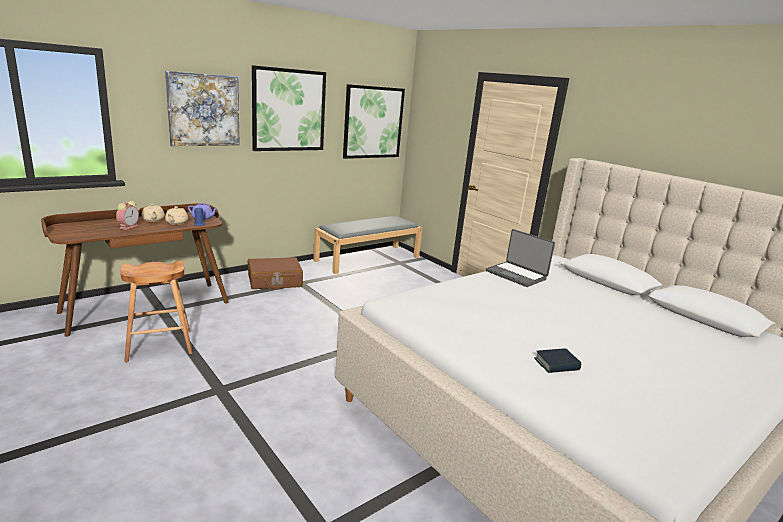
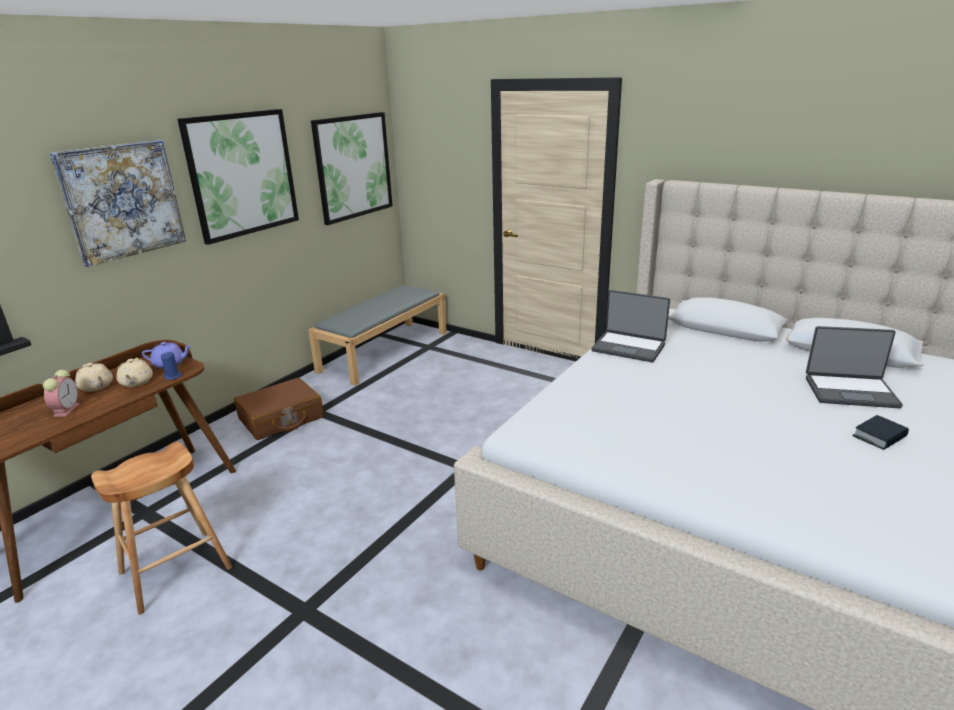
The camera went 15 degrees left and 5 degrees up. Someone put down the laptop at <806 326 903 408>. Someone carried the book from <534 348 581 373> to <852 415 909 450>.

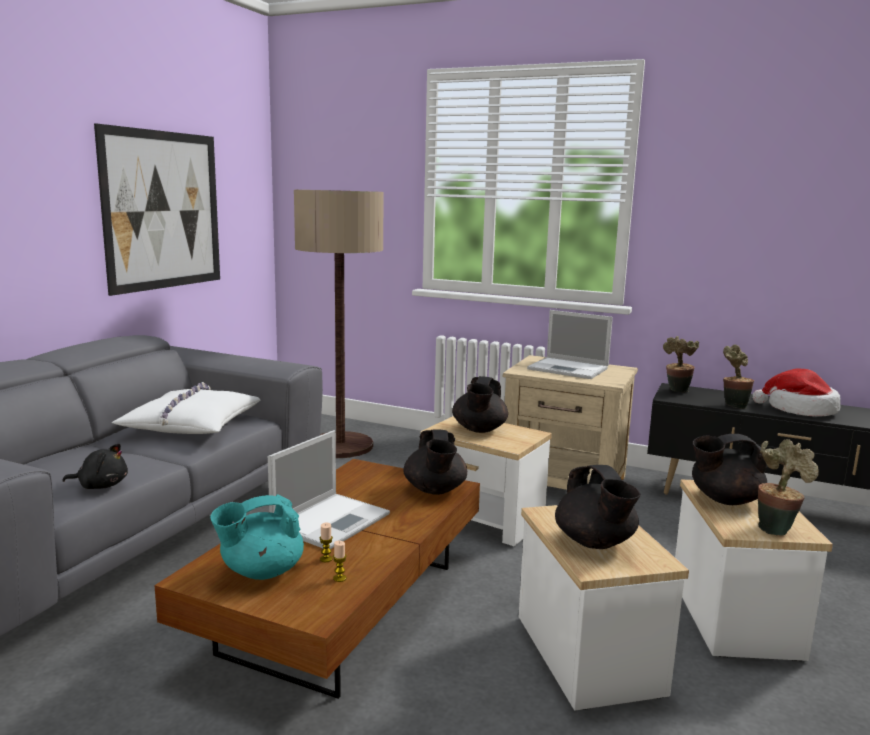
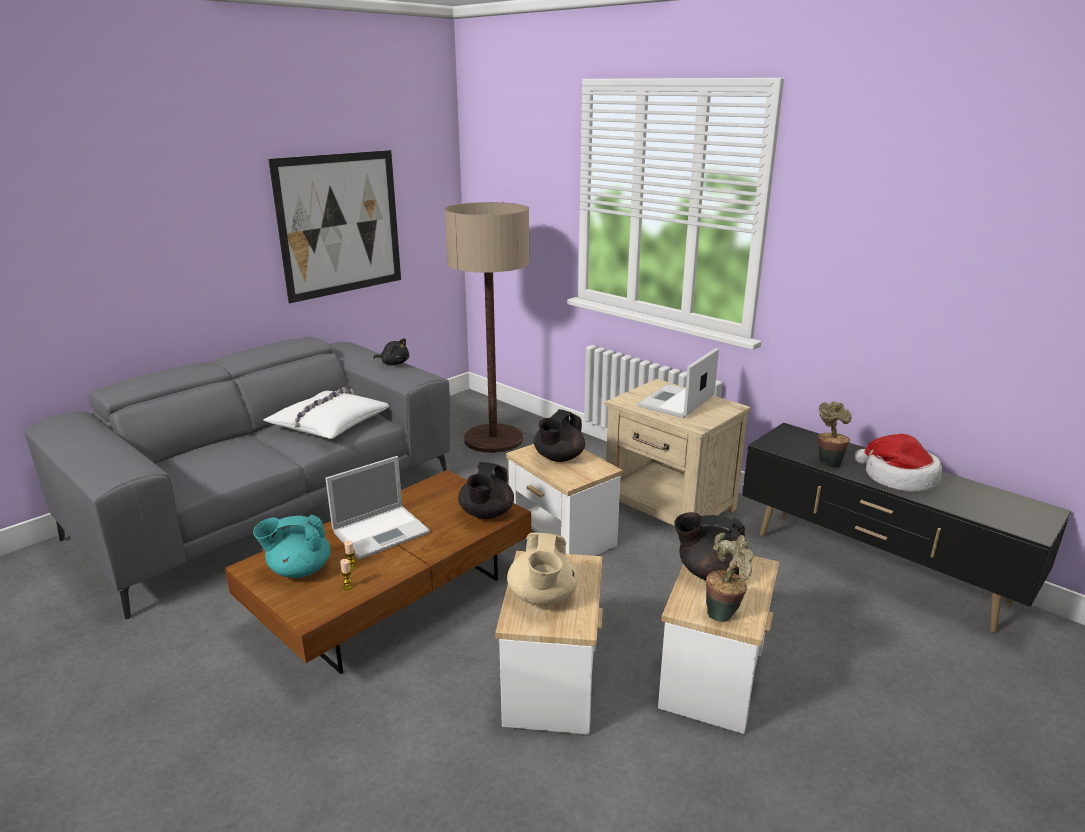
The camera went 20 degrees right and 10 degrees up. Someone carried the black plush toy from <62 444 128 489> to <373 338 409 365>. Someone repainted the black teapot at <555 465 640 549>, which became the beige teapot at <507 532 578 606>. Someone rotated the laptop at <527 310 613 379> by 75 degrees clockwise. Someone took away the potted plant at <663 336 699 392>.

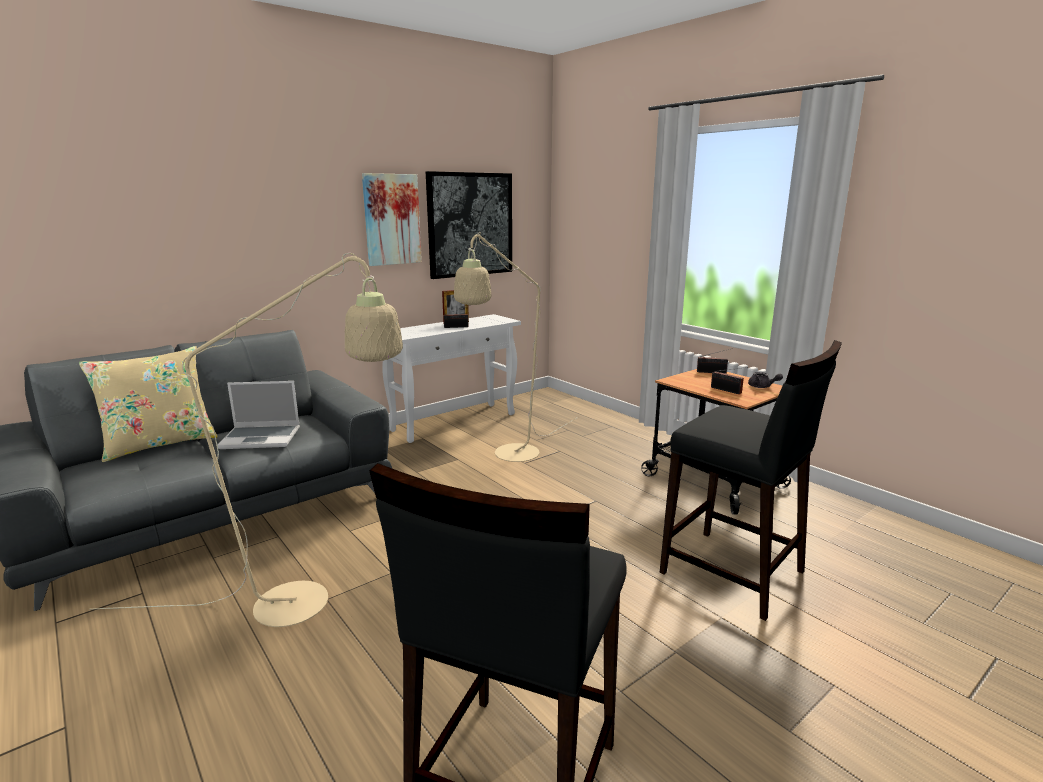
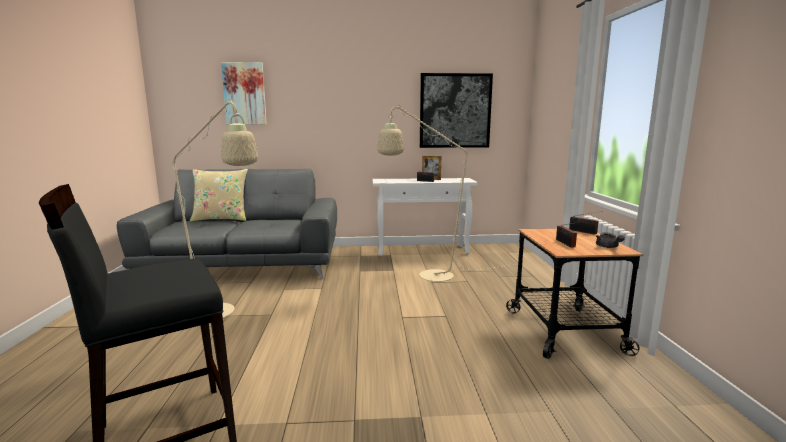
The camera went 35 degrees right and 5 degrees down. Someone carried the picture from <362 173 422 266> to <221 62 267 124>. Someone took away the laptop at <218 381 300 449>. Someone took away the black stool at <660 340 842 621>.

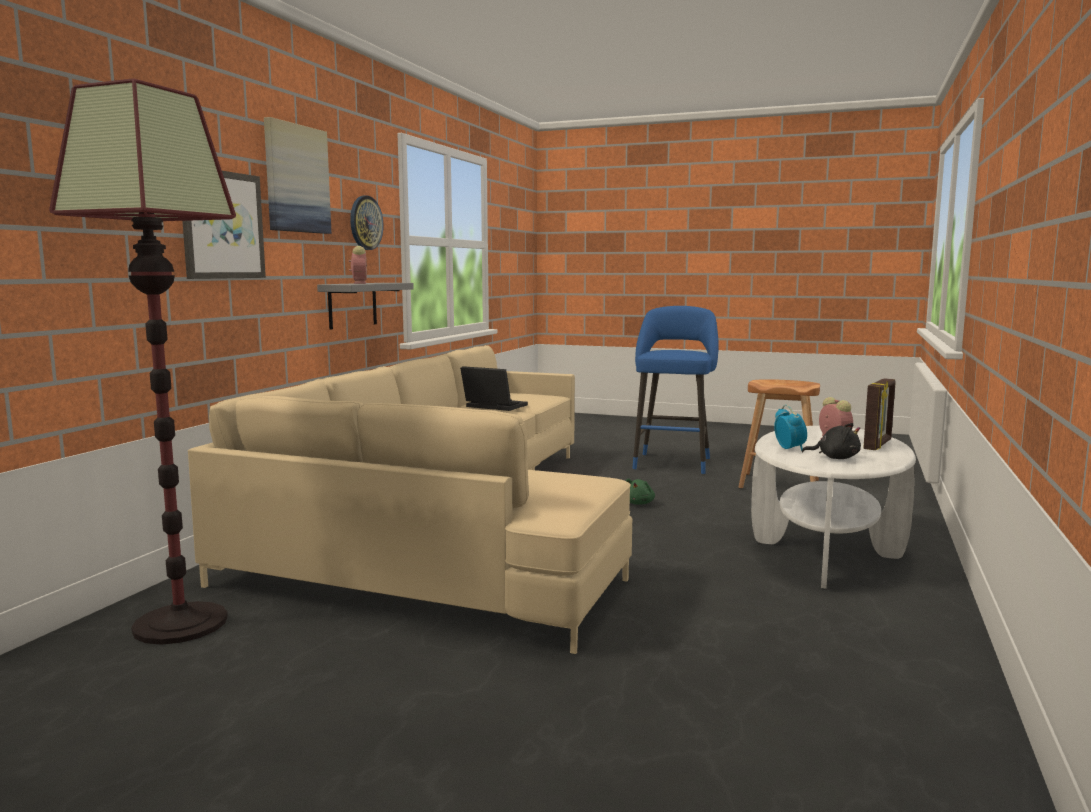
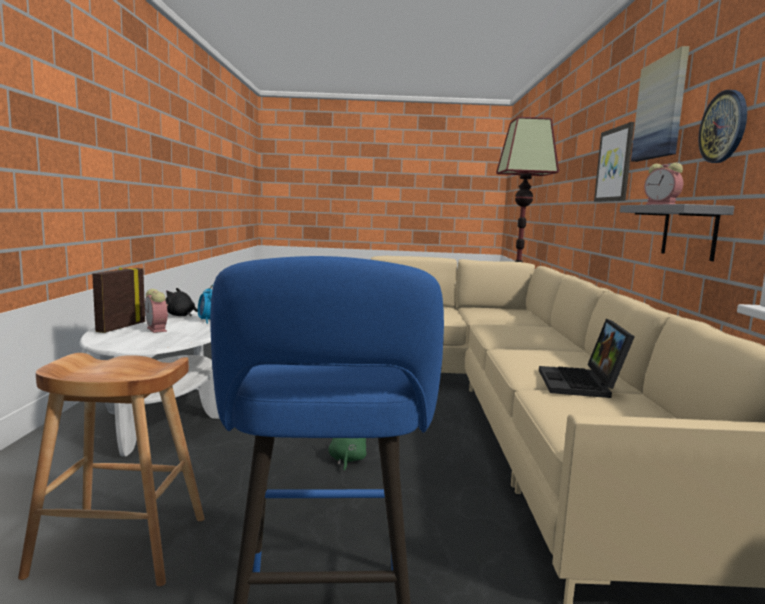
The camera went 160 degrees right and 0 degrees up. Someone rotated the laptop at <460 366 528 411> by 90 degrees clockwise.

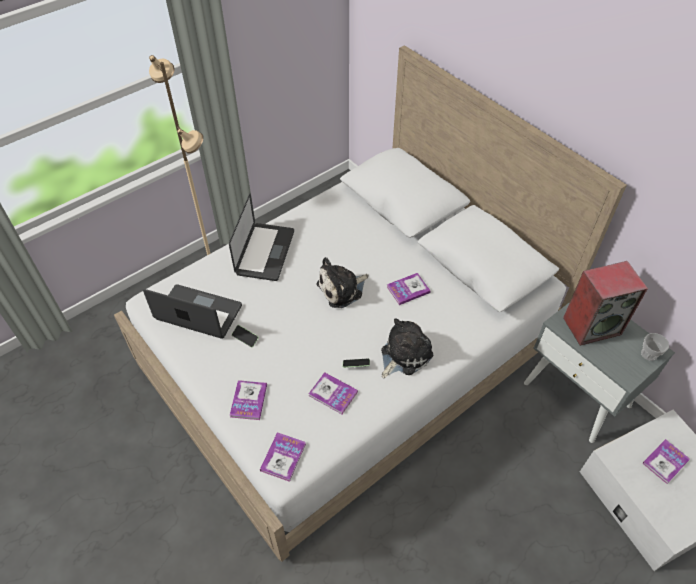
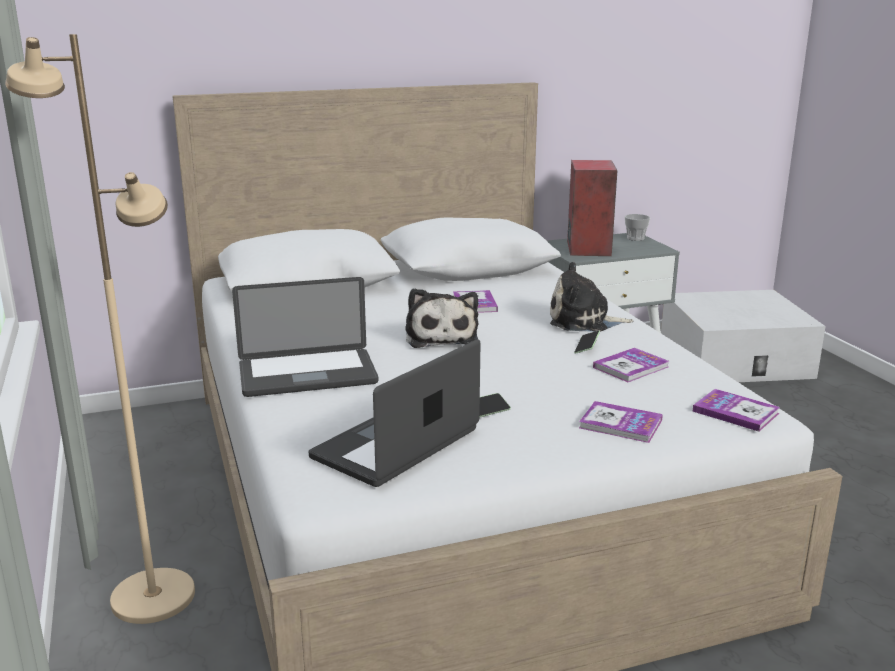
The camera went 70 degrees left and 30 degrees down. Someone rotated the laptop at <229 193 294 281> by 135 degrees clockwise. Someone rotated the plush toy at <381 318 433 378> by 60 degrees counterclockwise. Someone took away the book at <642 439 690 484>.

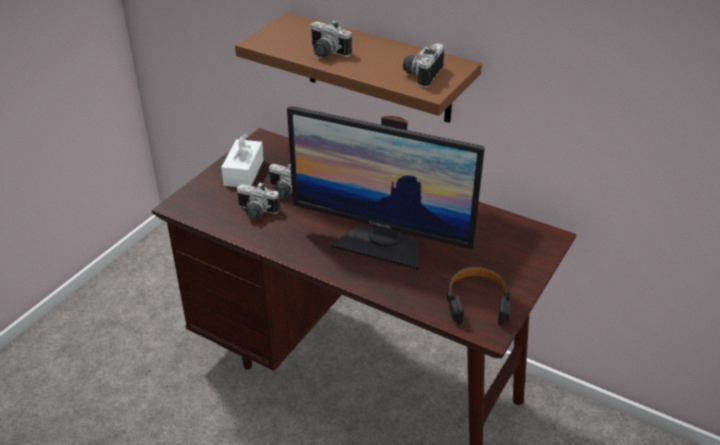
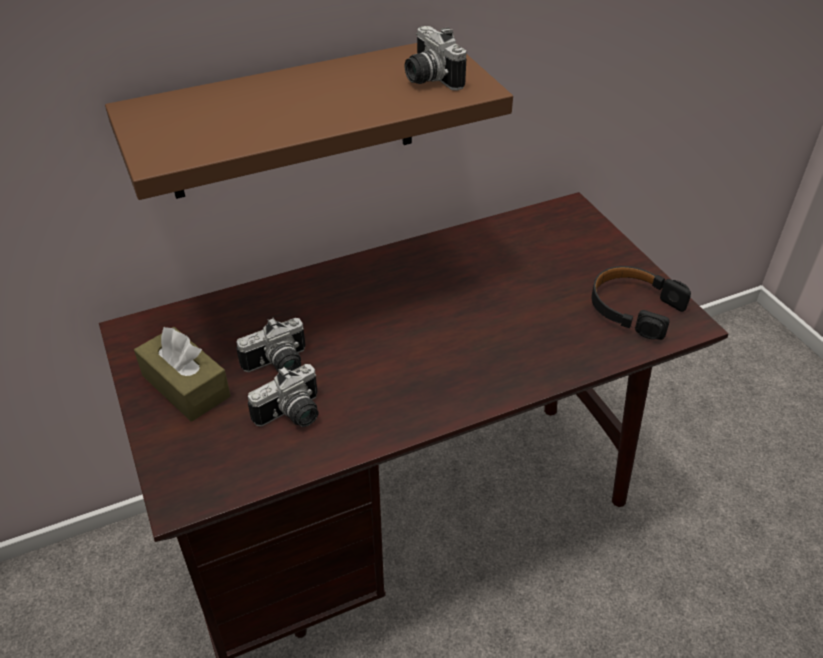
The camera went 55 degrees left and 5 degrees up. Someone repainted the white tissue box at <221 134 264 187>, which became the brown tissue box at <134 327 231 422>. Someone took away the monitor at <287 107 485 270>. Someone took away the photo camera at <310 20 352 57>.

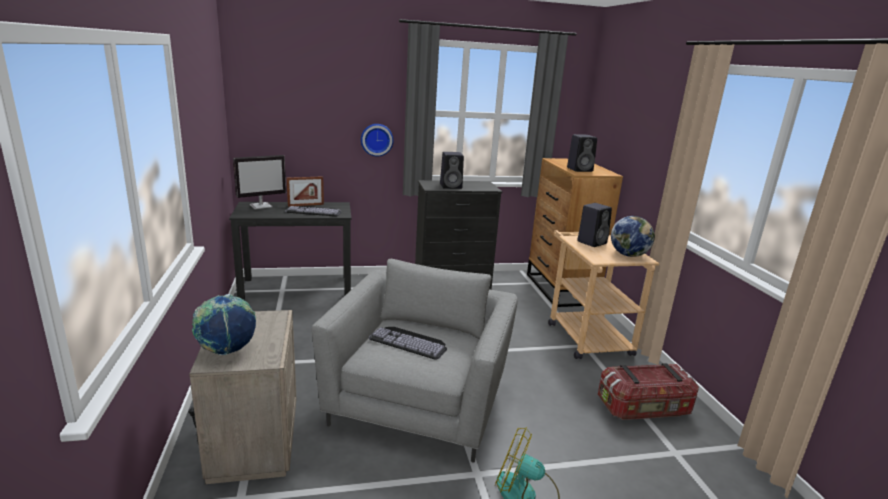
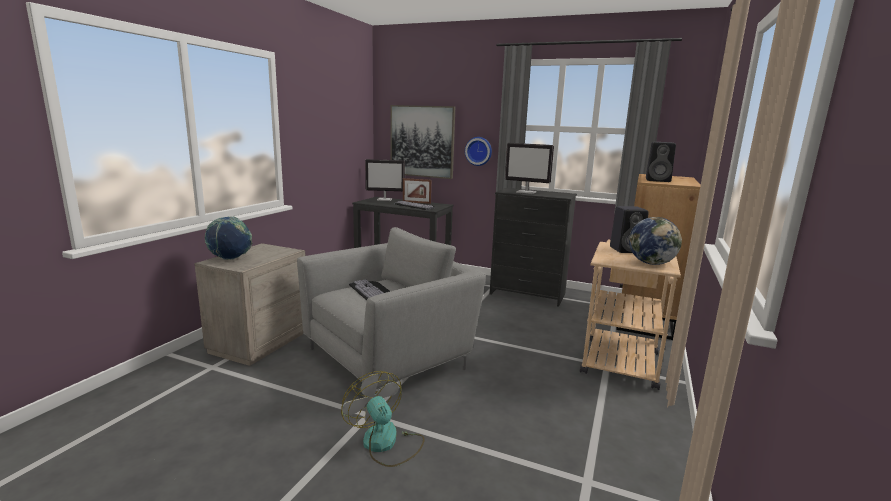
The camera went 35 degrees right and 5 degrees down. Someone put up the picture at <390 105 455 179>. Someone swapped the black speaker at <440 152 464 189> for the monitor at <505 143 554 194>. Someone took away the storage box at <598 363 699 420>.

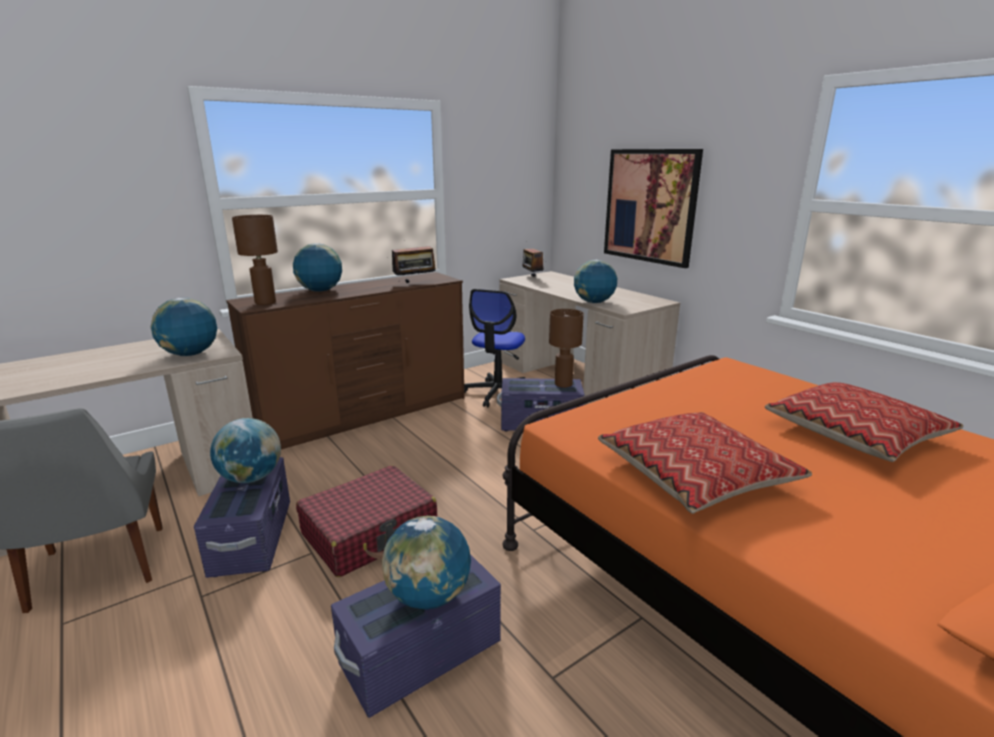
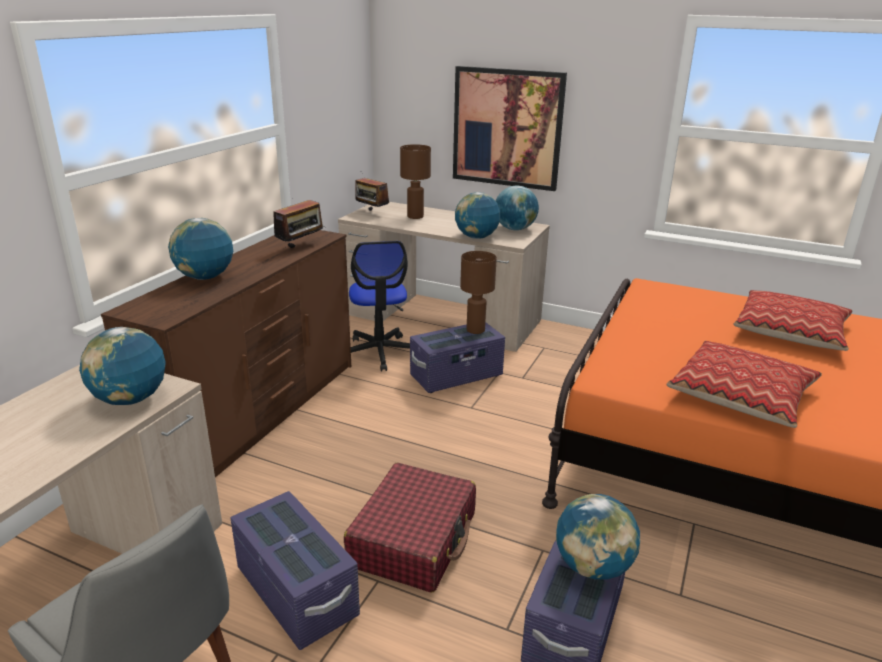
The camera went 30 degrees left and 5 degrees up. Someone carried the brown table lamp from <232 215 278 305> to <400 144 431 219>. Someone carried the globe from <210 418 281 483> to <496 186 539 230>.

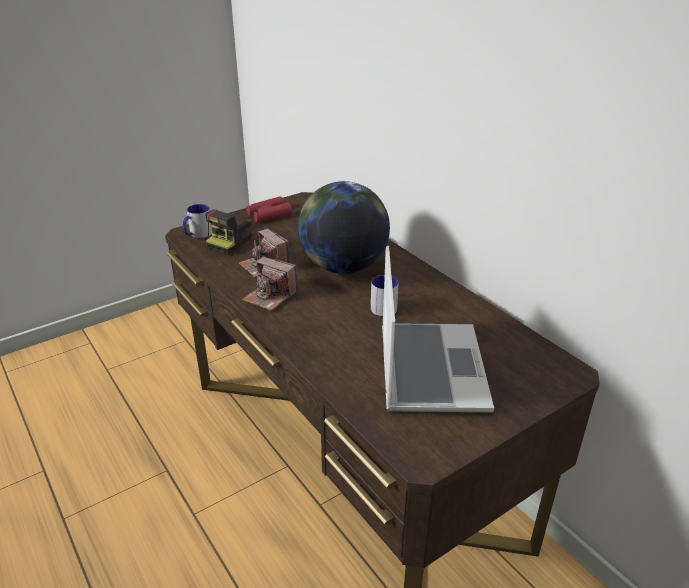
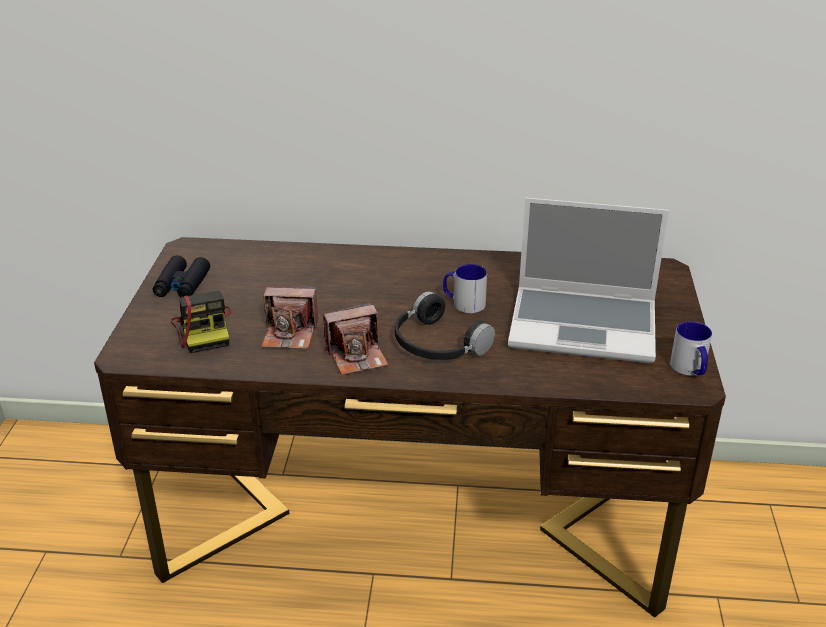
The camera went 50 degrees left and 0 degrees up. Someone repainted the red binoculars at <246 196 292 222>, which became the black binoculars at <153 255 210 297>. Someone put down the black headphones at <394 291 495 360>. Someone rotated the laptop at <382 246 494 413> by 150 degrees clockwise. Someone carried the mug from <183 204 212 238> to <670 321 712 376>. Someone took away the globe at <298 181 390 274>.

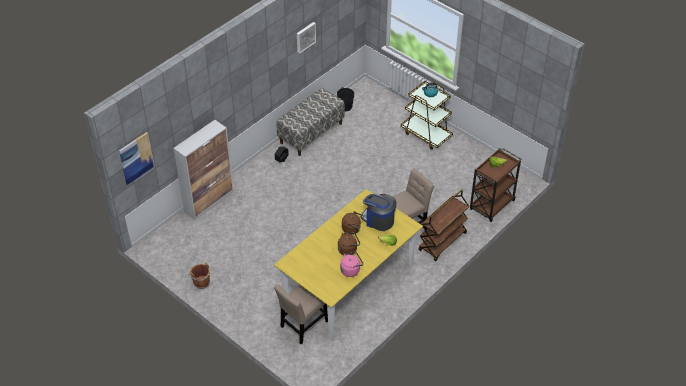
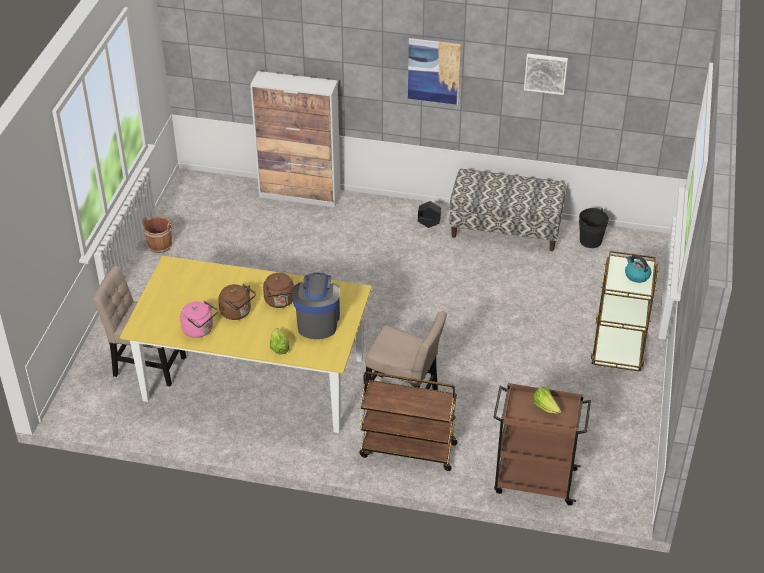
The camera went 60 degrees right and 5 degrees down. Someone carried the picture from <119 132 154 185> to <408 38 461 105>.

